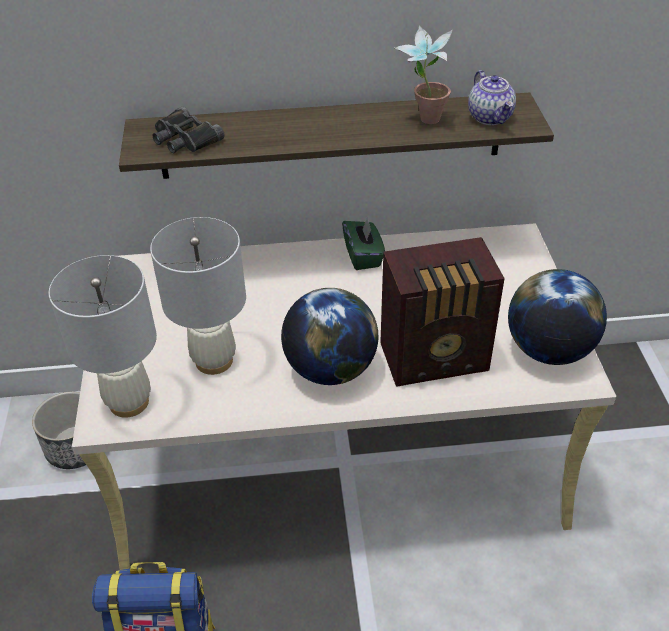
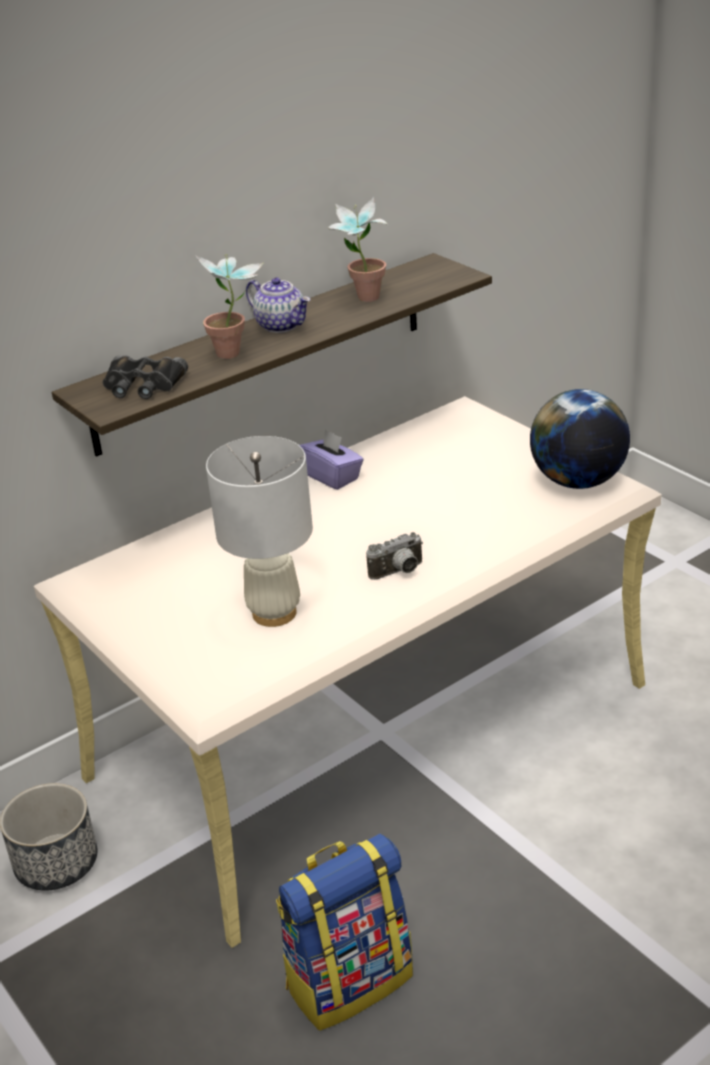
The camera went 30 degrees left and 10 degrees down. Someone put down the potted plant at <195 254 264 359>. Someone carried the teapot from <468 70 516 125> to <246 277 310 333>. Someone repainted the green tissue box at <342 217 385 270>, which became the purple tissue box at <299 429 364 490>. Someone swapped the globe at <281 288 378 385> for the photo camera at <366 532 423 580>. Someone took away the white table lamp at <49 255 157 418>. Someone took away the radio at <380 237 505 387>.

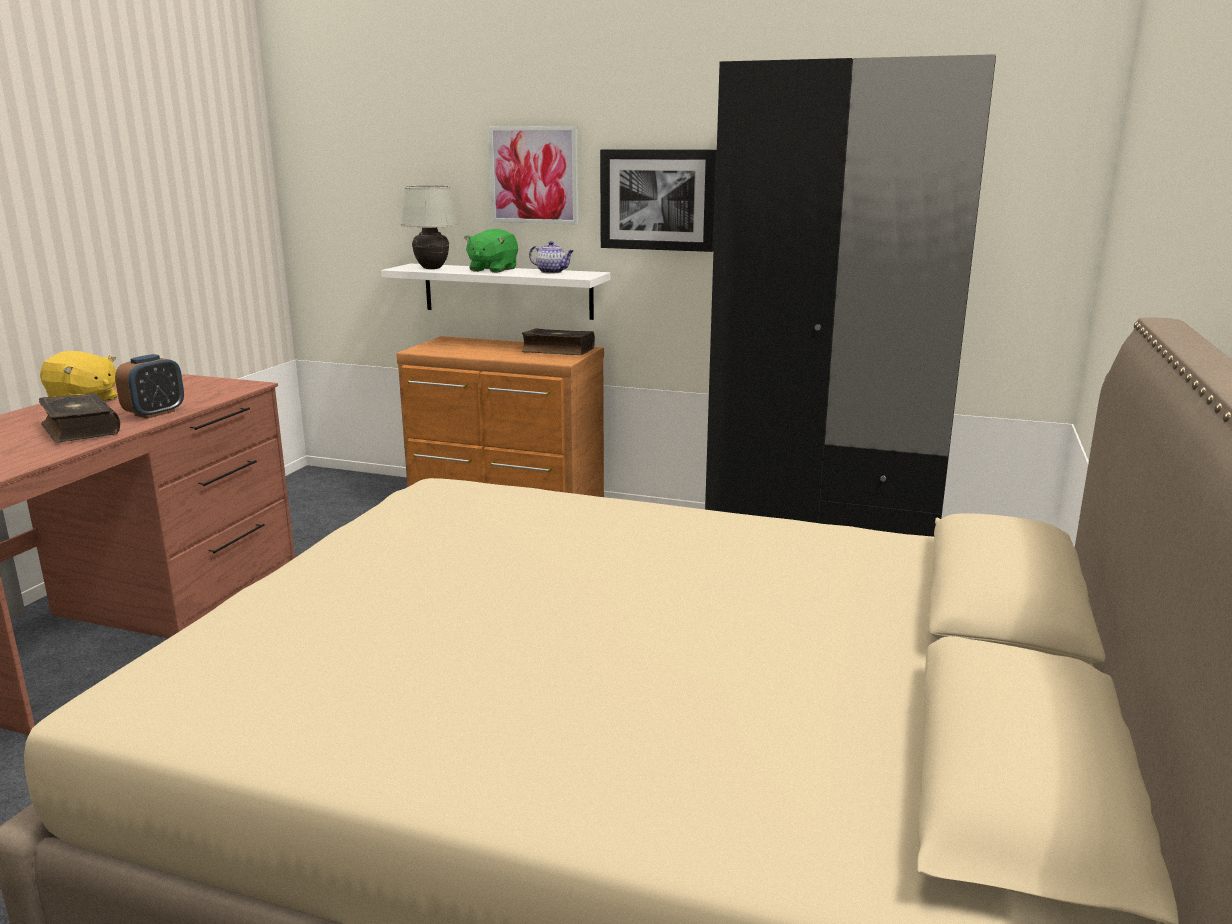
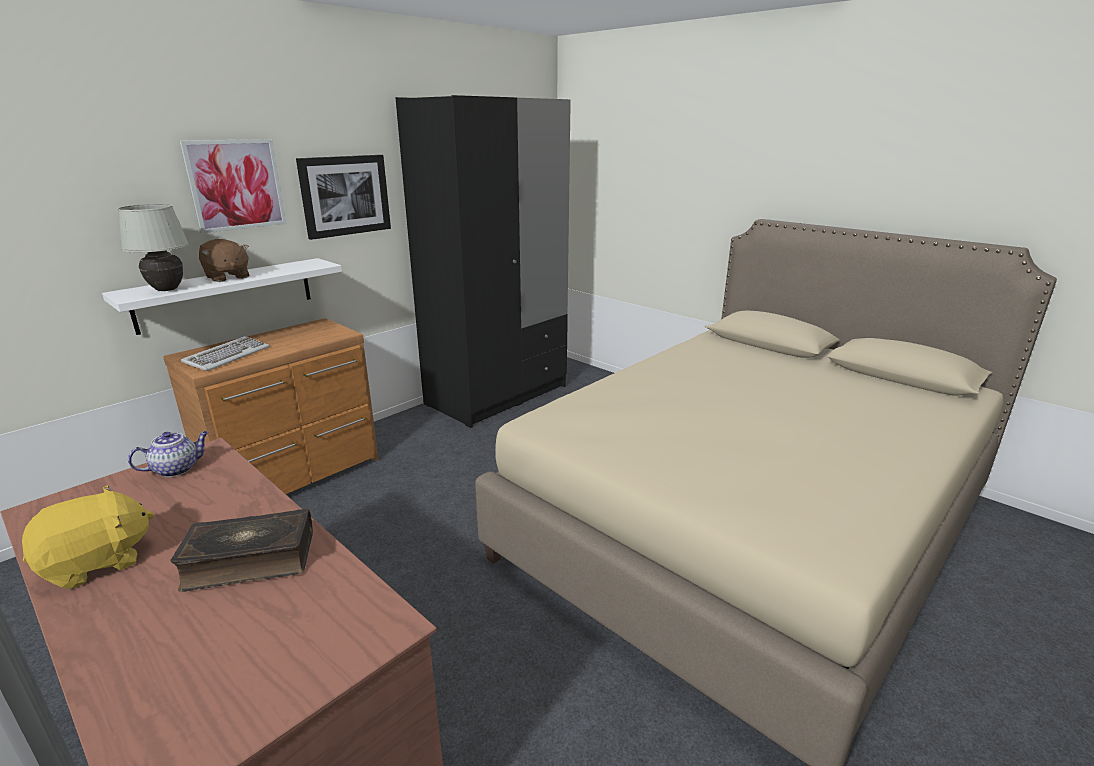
The camera went 65 degrees left and 5 degrees up. Someone carried the teapot from <529 241 574 274> to <128 431 209 477>. Someone put down the keyboard at <181 336 270 371>. Someone repainted the green plush toy at <464 229 518 273>, which became the brown plush toy at <199 239 249 282>. Someone took away the alarm clock at <115 354 184 419>. Someone took away the book at <522 328 595 355>.

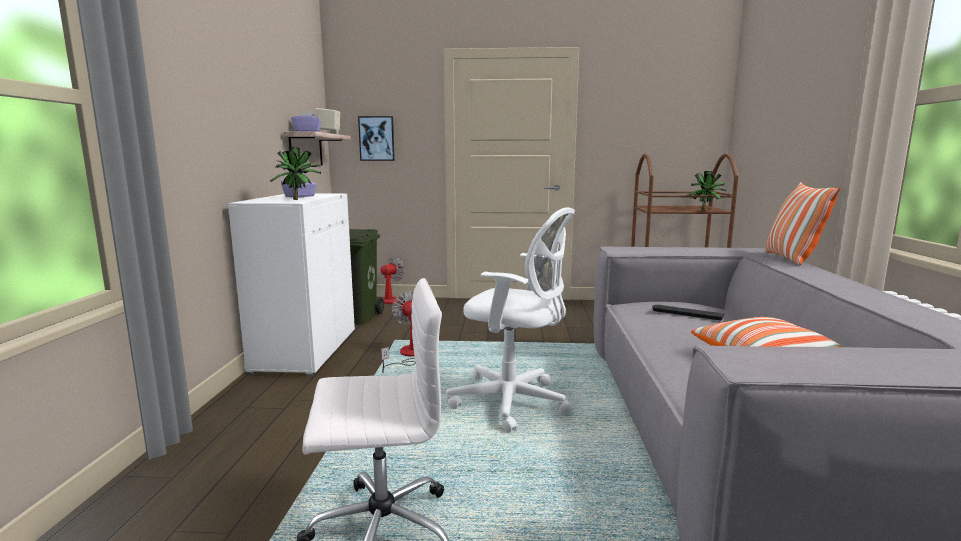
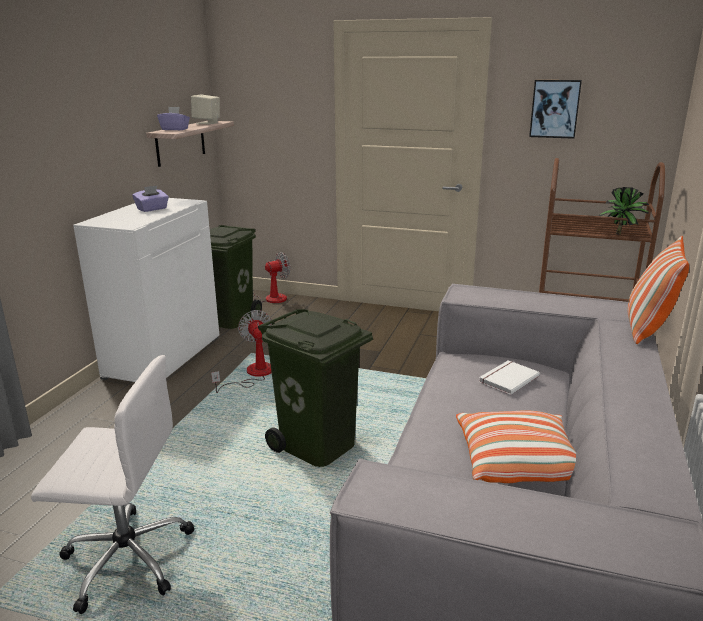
The camera went 15 degrees right and 10 degrees up. Someone swapped the white office chair at <446 207 575 433> for the green trash can at <258 309 373 467>. Someone swapped the keyboard at <652 305 724 321> for the white book at <479 360 540 395>. Someone carried the picture from <358 116 395 161> to <529 80 582 139>. Someone took away the potted plant at <270 147 321 200>.

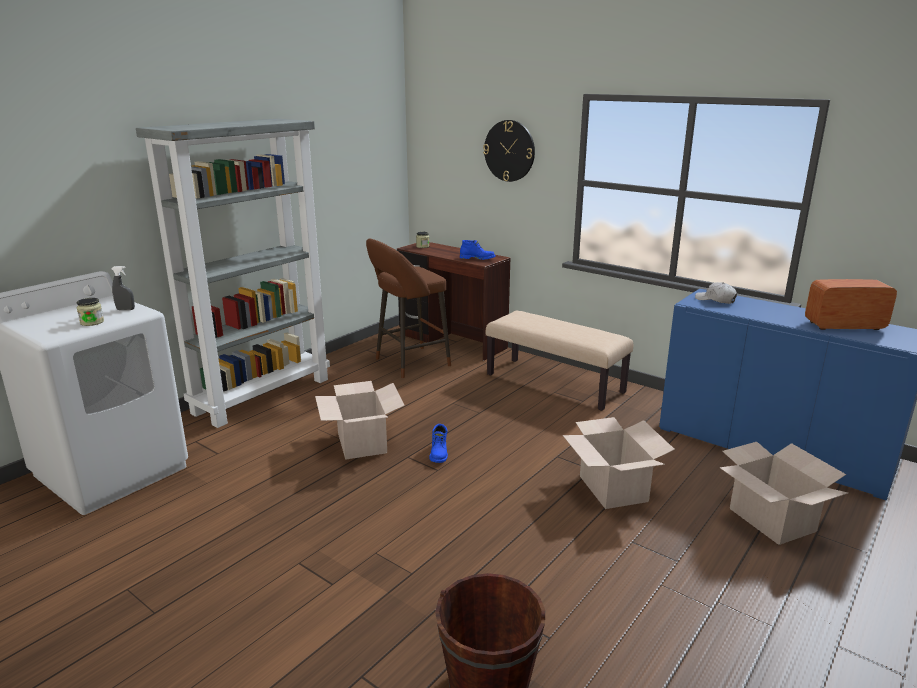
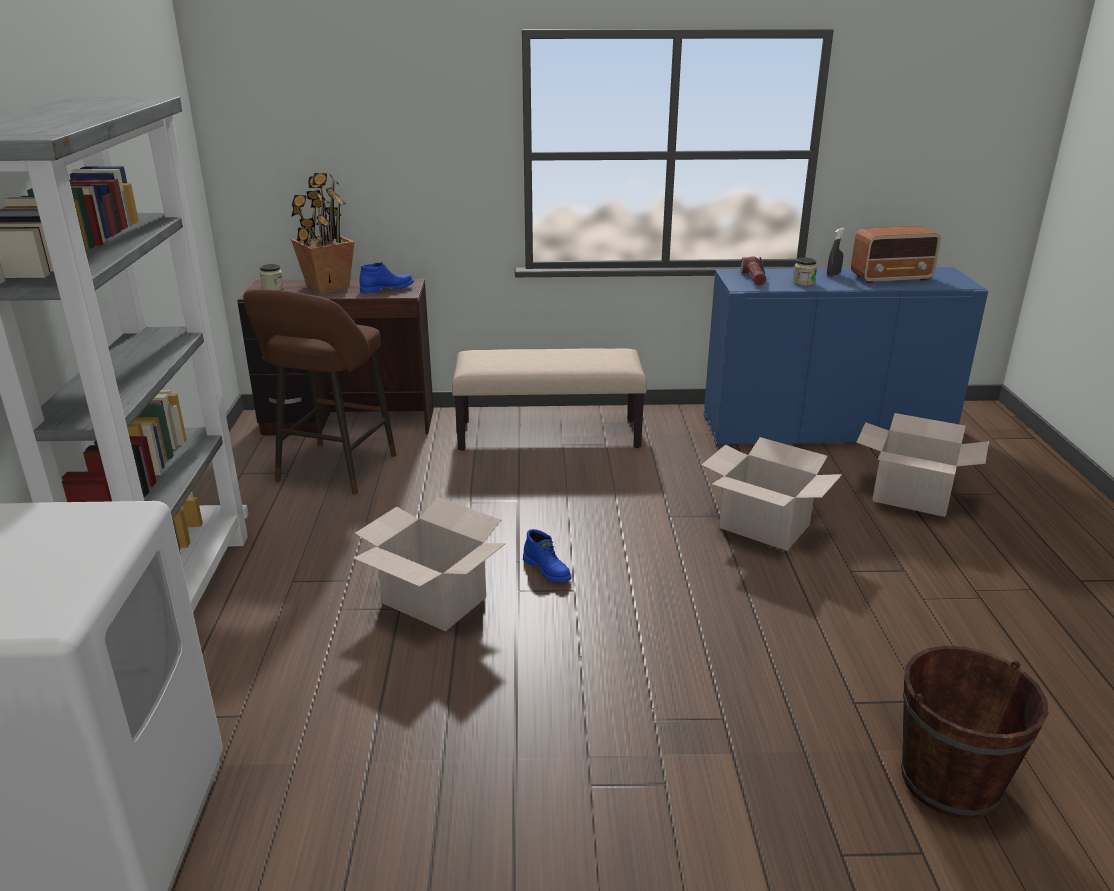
The camera went 40 degrees left and 5 degrees up. Someone put down the potted plant at <291 173 354 294>. Someone swapped the white cap at <695 282 737 304> for the flashlight at <741 256 767 286>. Someone carried the jar from <77 298 104 326> to <793 257 817 286>. Someone carried the grey spray bottle from <111 266 135 310> to <827 228 845 277>. Someone rotated the radio at <805 279 897 330> by 150 degrees counterclockwise. Someone took away the wall clock at <483 120 535 182>.

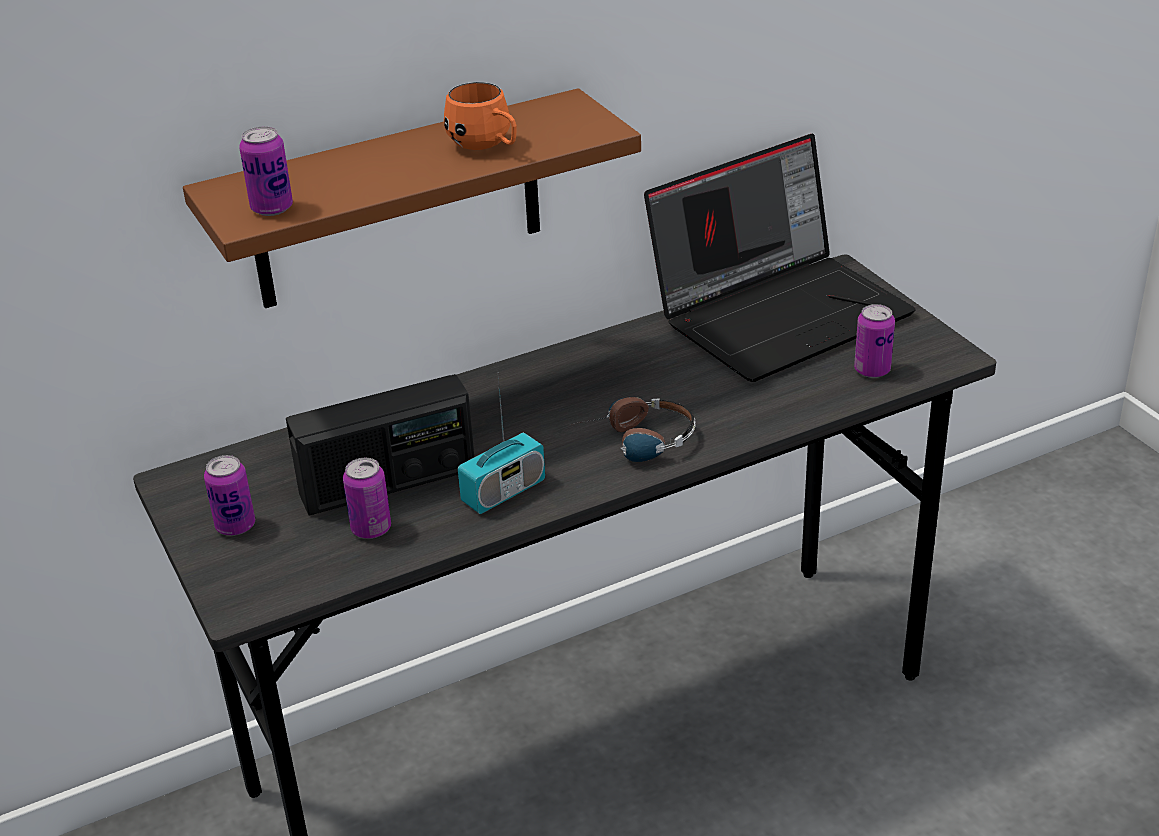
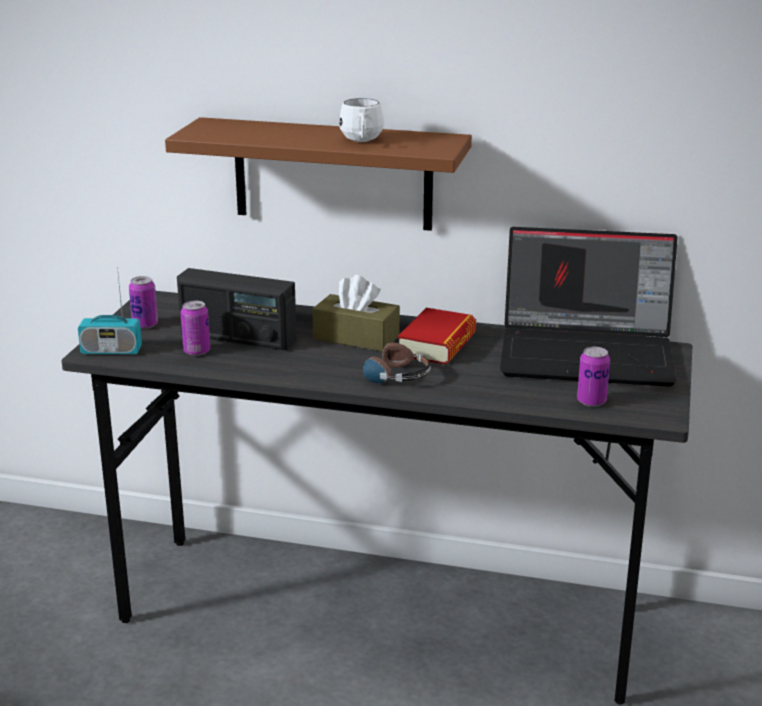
The camera went 40 degrees right and 10 degrees down. Someone carried the radio from <458 378 545 514> to <78 266 142 354>. Someone put down the brown tissue box at <312 275 400 352>. Someone repainted the orange mug at <444 82 517 150>, which became the white mug at <339 98 384 142>. Someone put down the book at <397 308 476 365>. Someone took away the can at <239 127 293 216>.

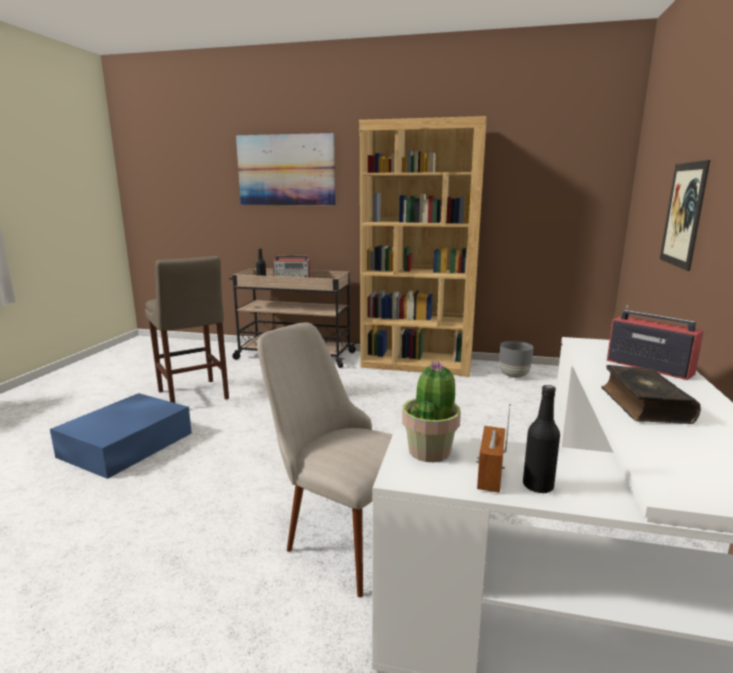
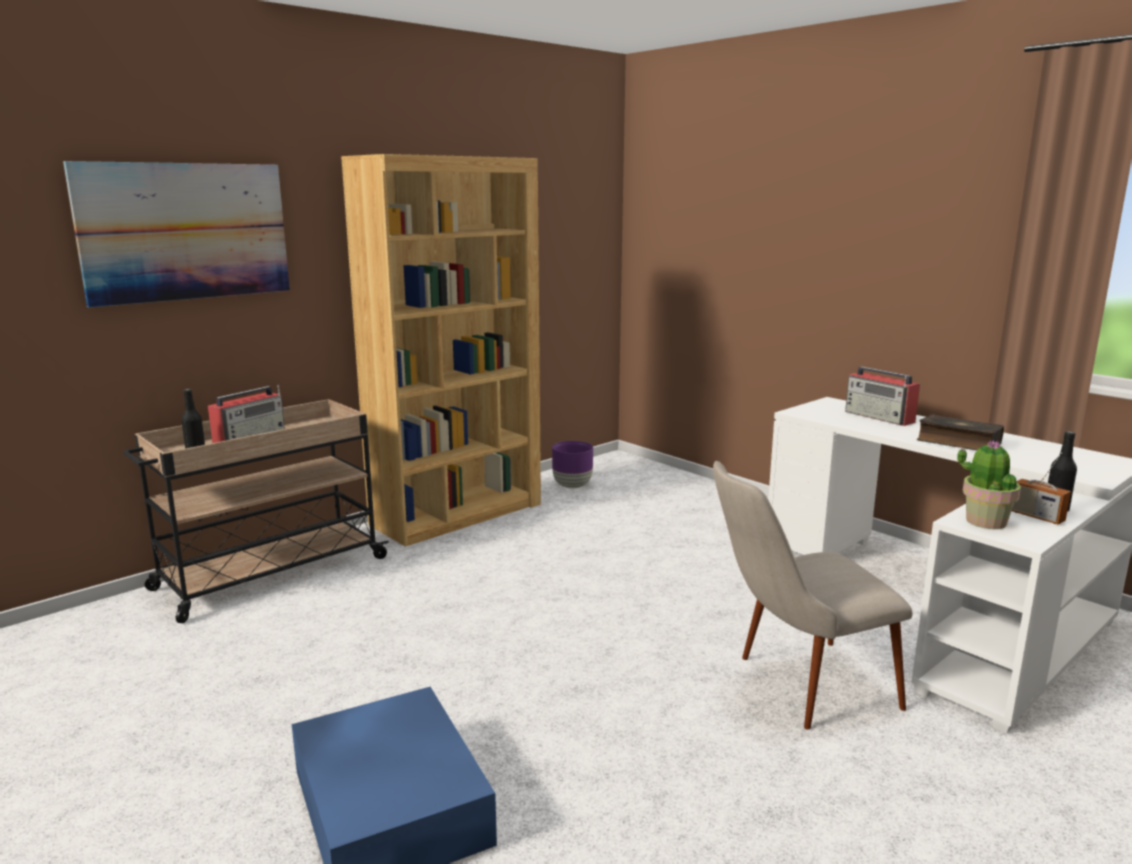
The camera went 55 degrees left and 0 degrees up. Someone repainted the grey planter at <499 341 534 378>, which became the purple planter at <552 441 593 489>. Someone rotated the radio at <607 304 704 380> by 120 degrees counterclockwise. Someone took away the beige stool at <145 256 229 403>. Someone took away the picture at <660 160 710 271>.

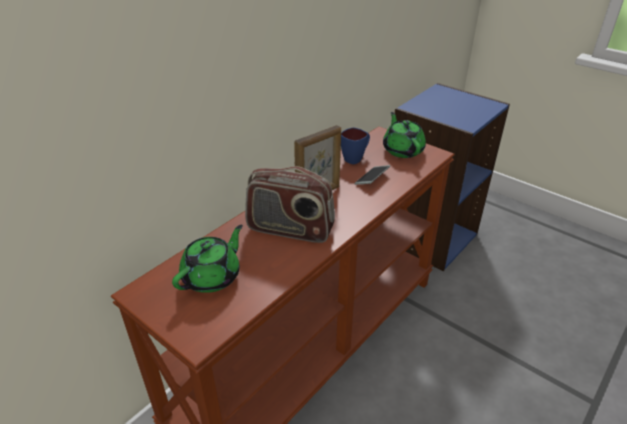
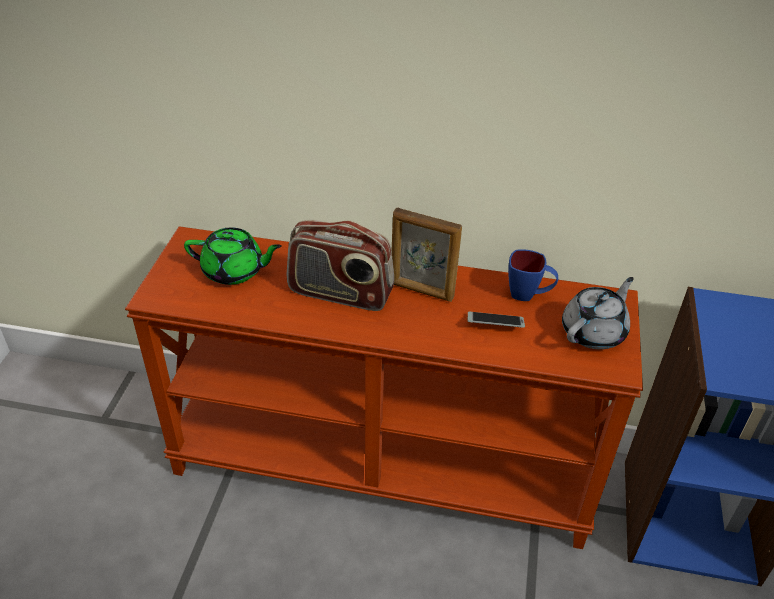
The camera went 60 degrees right and 5 degrees up. Someone rotated the radio at <245 166 335 243> by 60 degrees counterclockwise. Someone repainted the green teapot at <383 112 426 158>, which became the grey teapot at <562 277 634 349>.

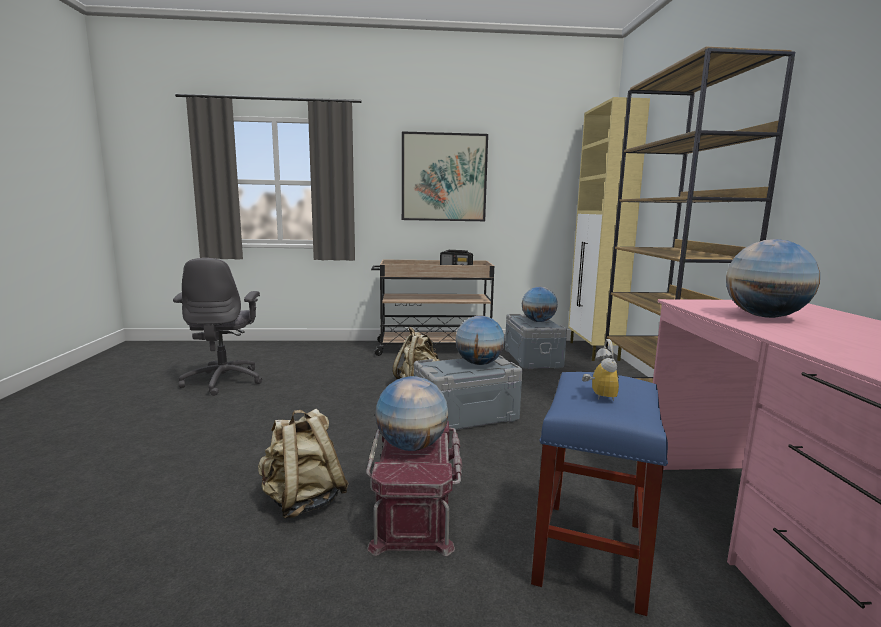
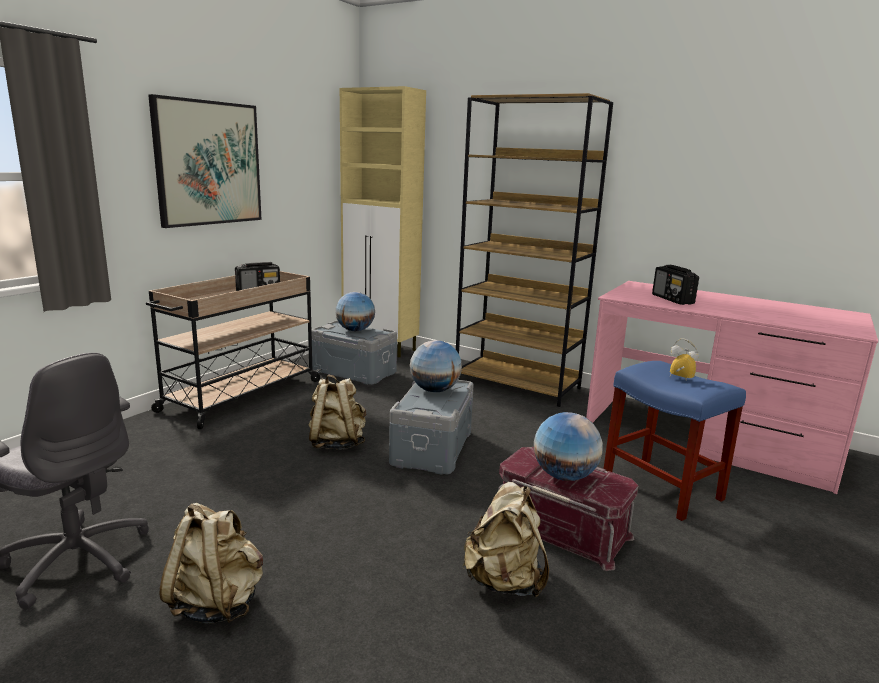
The camera went 55 degrees left and 5 degrees up. Someone put down the beige backpack at <160 503 263 623>. Someone swapped the globe at <726 239 820 318> for the radio at <652 265 699 305>.

